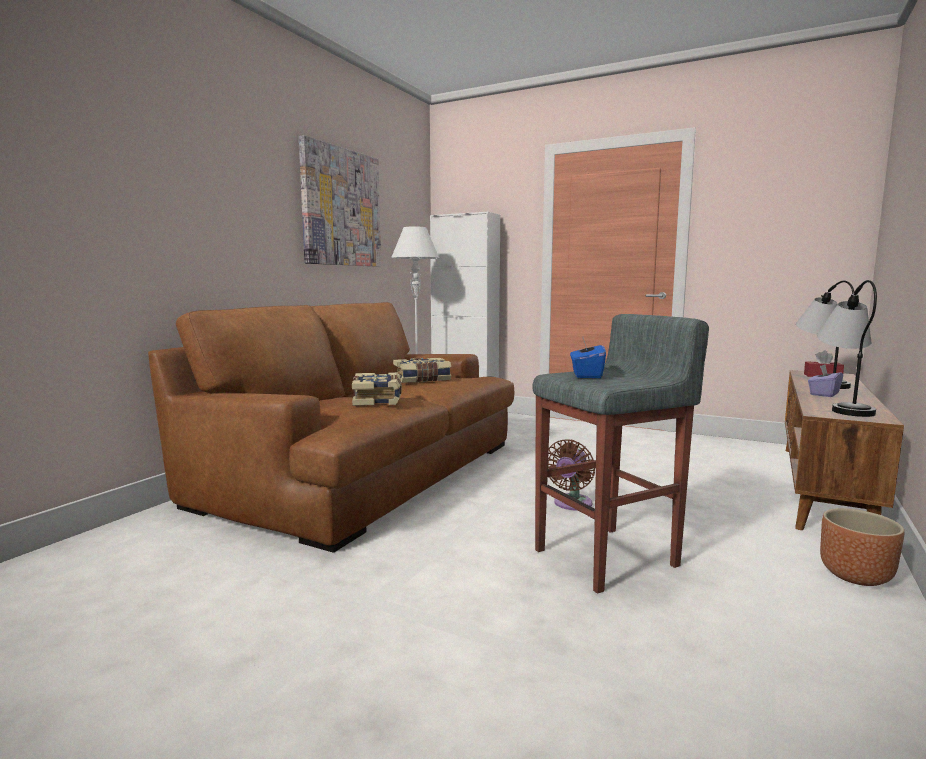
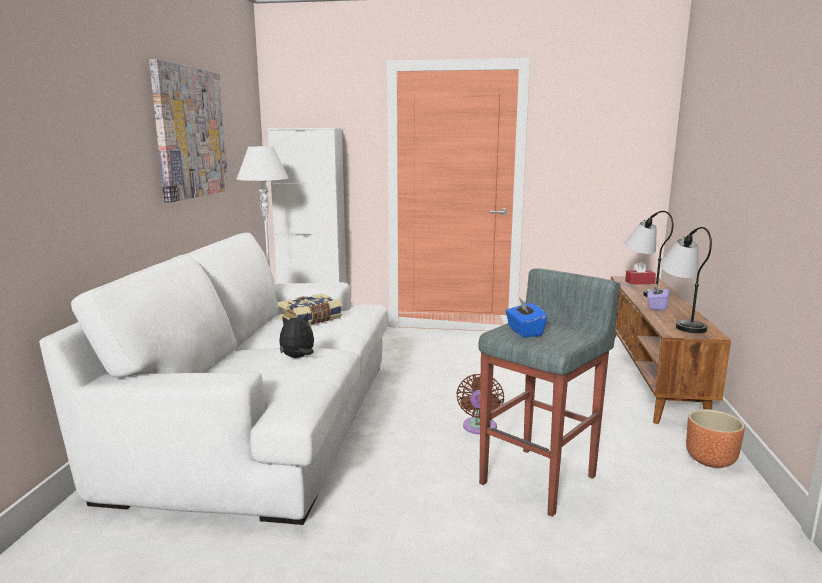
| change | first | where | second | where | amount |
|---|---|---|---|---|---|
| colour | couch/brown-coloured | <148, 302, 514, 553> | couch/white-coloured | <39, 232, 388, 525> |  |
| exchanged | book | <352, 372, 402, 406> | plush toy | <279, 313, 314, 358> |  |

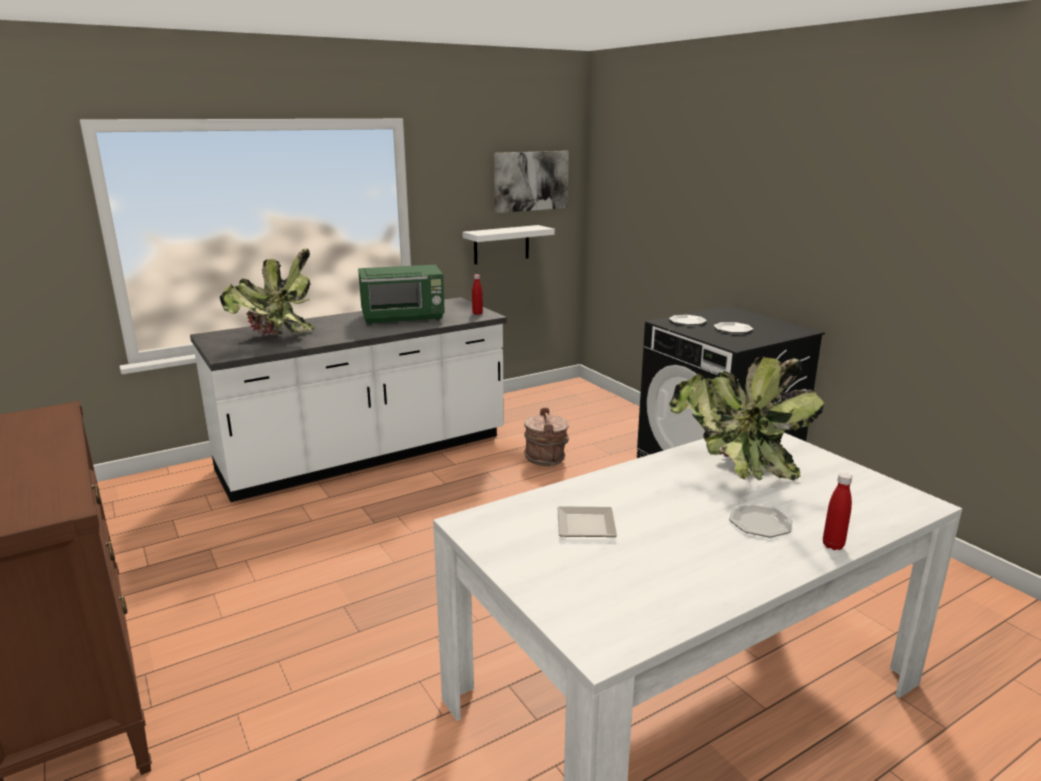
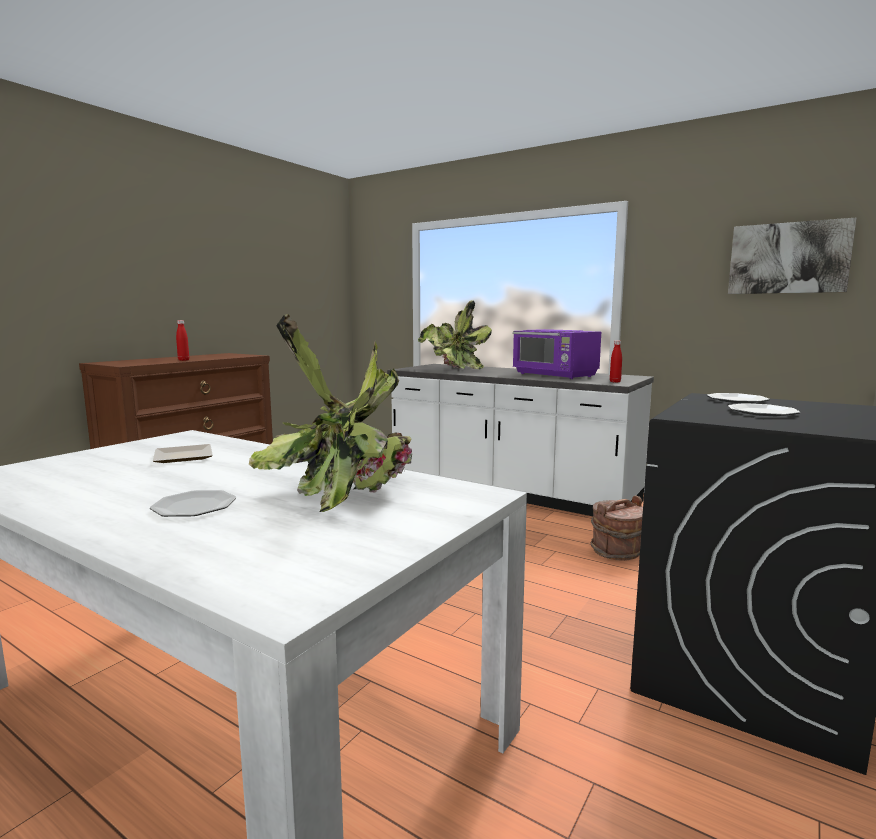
| change | first | where | second | where | amount |
|---|---|---|---|---|---|
| relocated | drink bottle/red | <823, 473, 852, 550> |  | <176, 320, 189, 361> |  |
| colour | kitchen microwave/green | <358, 265, 445, 324> | kitchen microwave/purple-coloured | <513, 329, 601, 379> |  |
| missing | bracket shelf/white-coloured | <463, 225, 555, 264> |  |  |  |

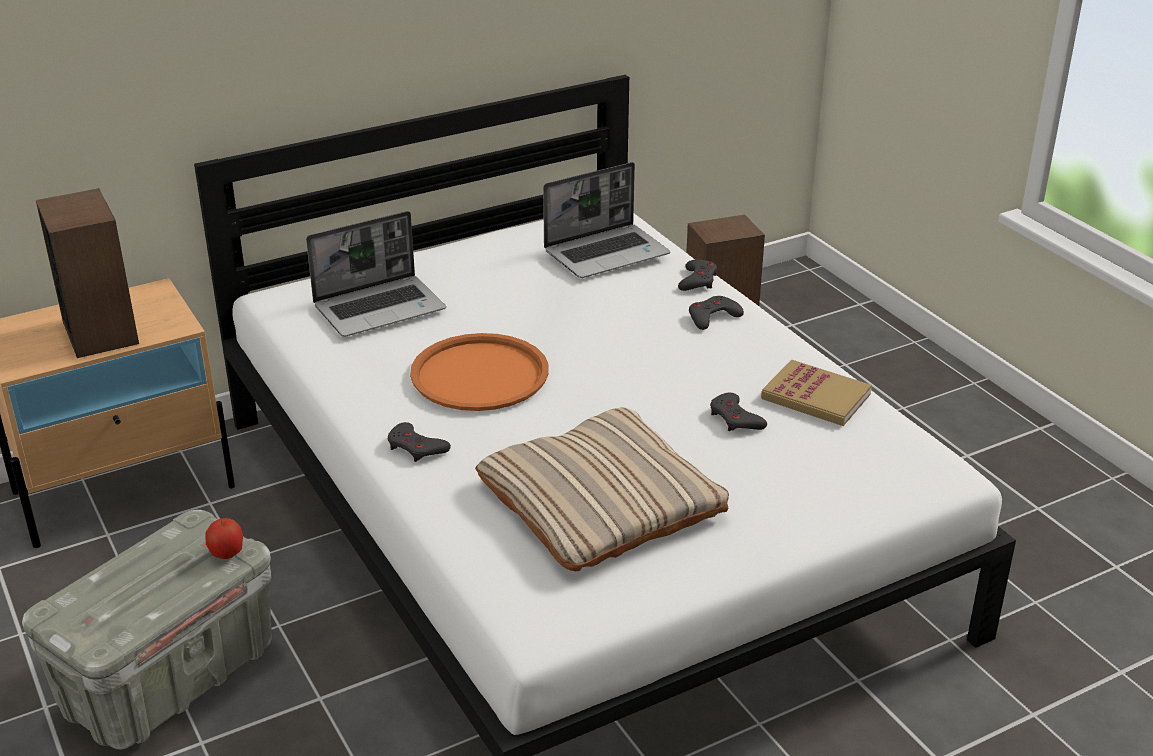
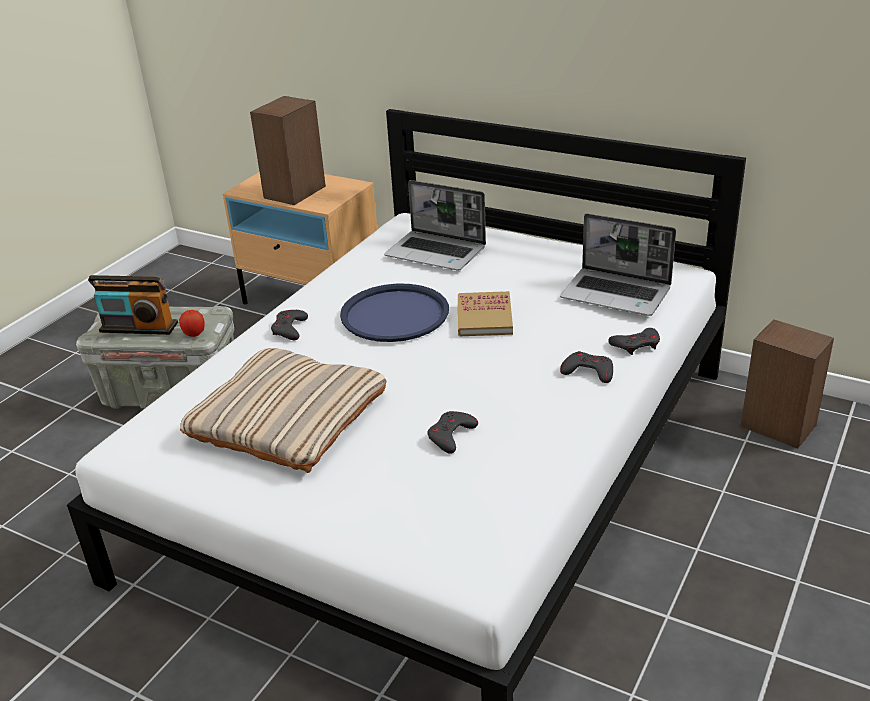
| change | first | where | second | where | amount |
|---|---|---|---|---|---|
| appeared |  |  | radio receiver | <88, 275, 178, 335> |  |
| colour | tray/orangey | <410, 333, 549, 411> | tray/blue-coloured | <340, 283, 449, 342> |  |
| relocated | book | <761, 360, 872, 426> |  | <458, 291, 513, 336> |  |

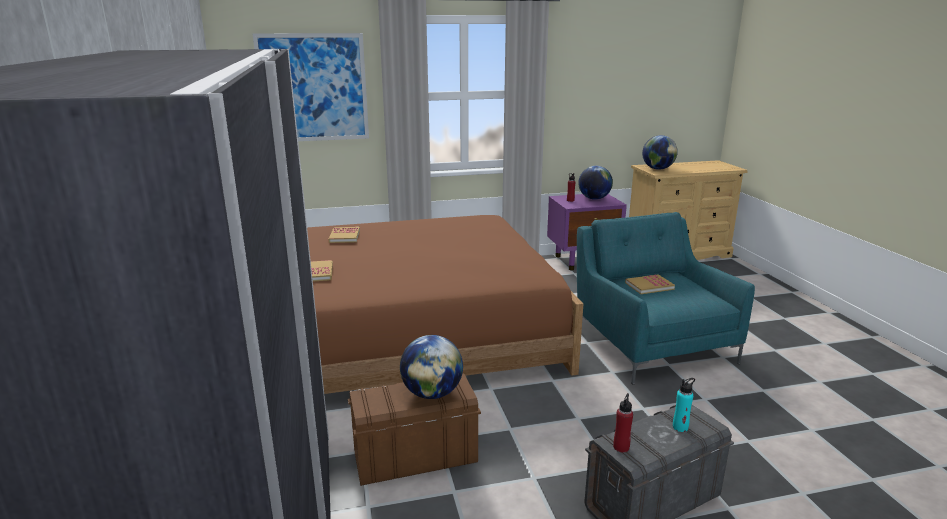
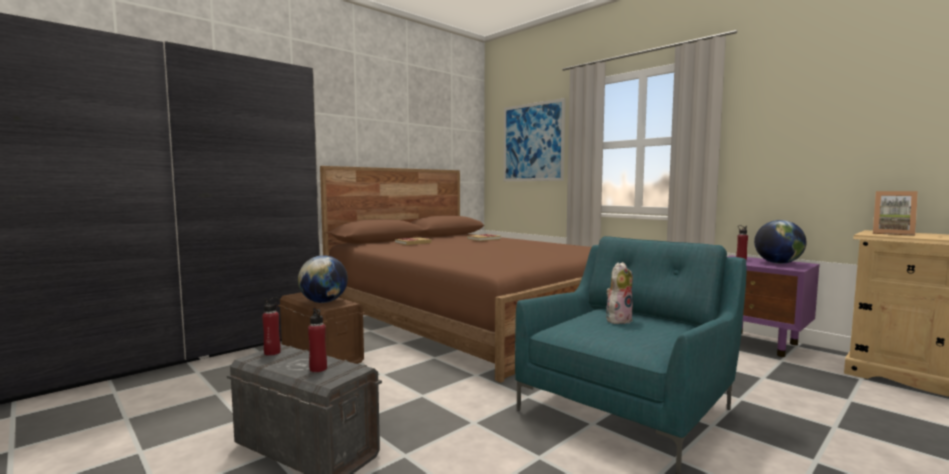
| change | first | where | second | where | amount |
|---|---|---|---|---|---|
| colour | drink bottle/blue-green | <673, 378, 695, 432> | drink bottle/red | <308, 308, 327, 372> |  |
| exchanged | book | <625, 274, 675, 294> | plush toy | <606, 262, 633, 324> |  |
| exchanged | globe | <642, 135, 678, 170> | standing frame | <873, 191, 918, 236> |  |

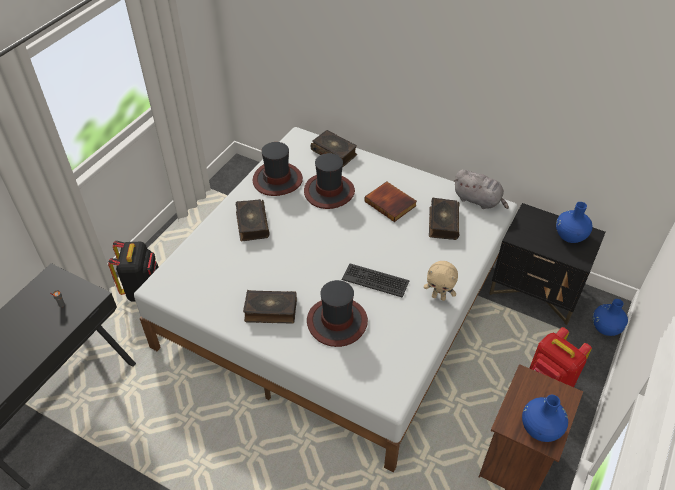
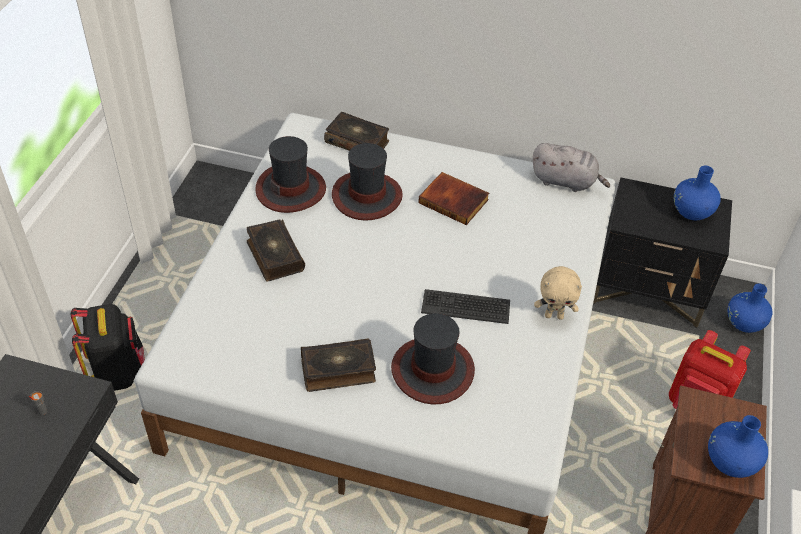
| change | first | where | second | where | amount |
|---|---|---|---|---|---|
| missing | book | <429, 198, 459, 240> |  |  |  |

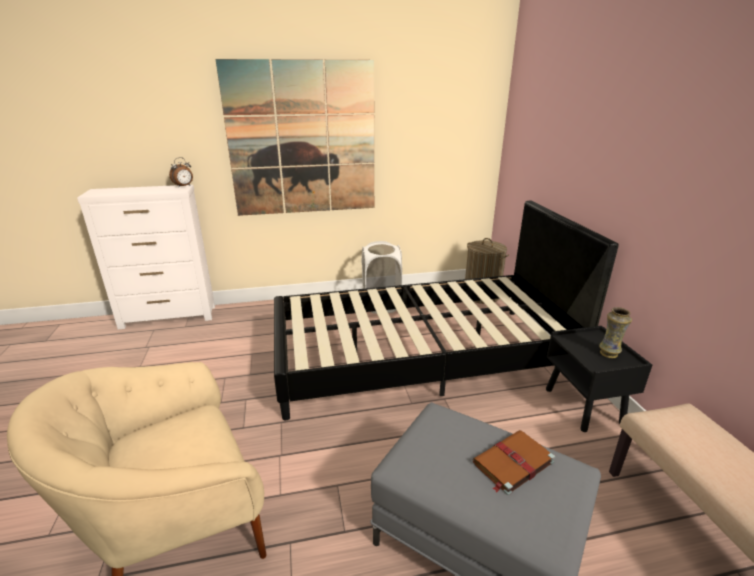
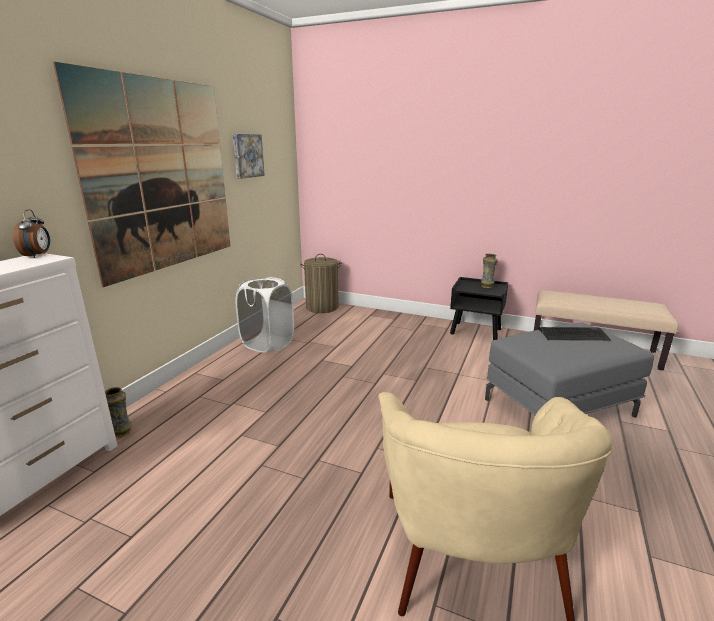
| change | first | where | second | where | amount |
|---|---|---|---|---|---|
| appeared |  |  | flower vase | <105, 387, 132, 437> |  |
| appeared |  |  | wall picture | <233, 134, 265, 179> |  |
| exchanged | book/brown-coloured | <473, 430, 555, 495> | computer keyboard | <537, 327, 611, 341> |  |
| missing | sleeping bed/blackish | <274, 201, 619, 420> |  |  |  |

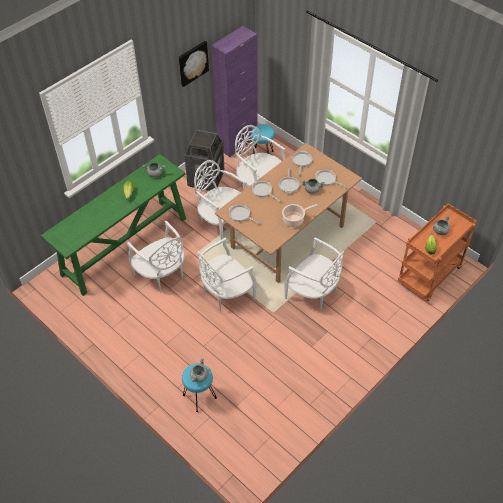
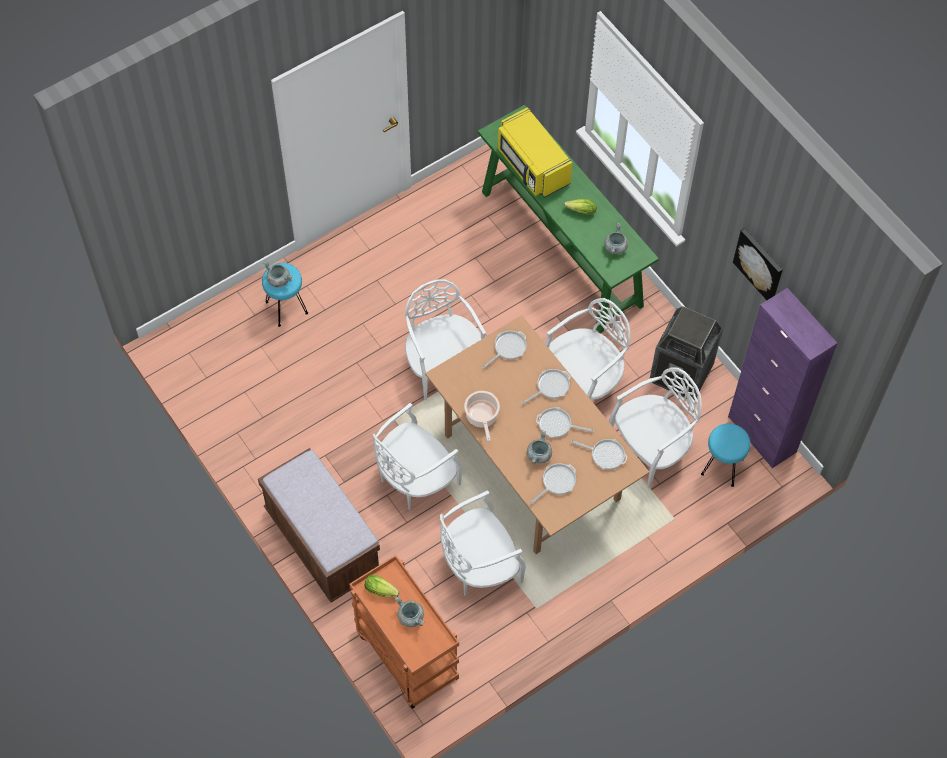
| change | first | where | second | where | amount |
|---|---|---|---|---|---|
| appeared |  |  | bench/brown-coloured | <258, 448, 380, 602> |  |
| relocated | upright chair/white-coloured | <127, 221, 185, 293> |  | <440, 490, 526, 596> |  |
| appeared |  |  | kitchen microwave/yellow-coloured | <498, 107, 572, 198> |  |

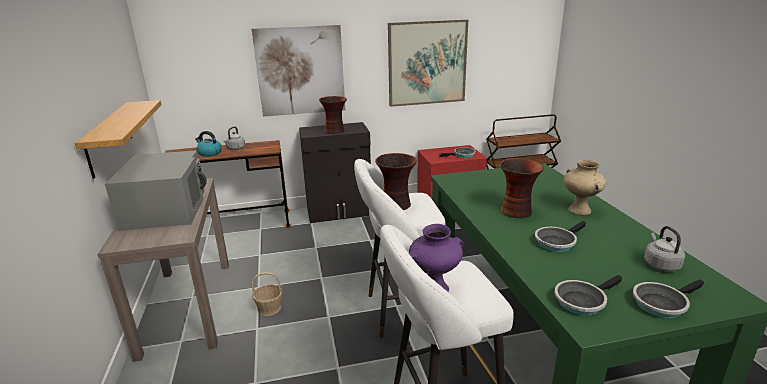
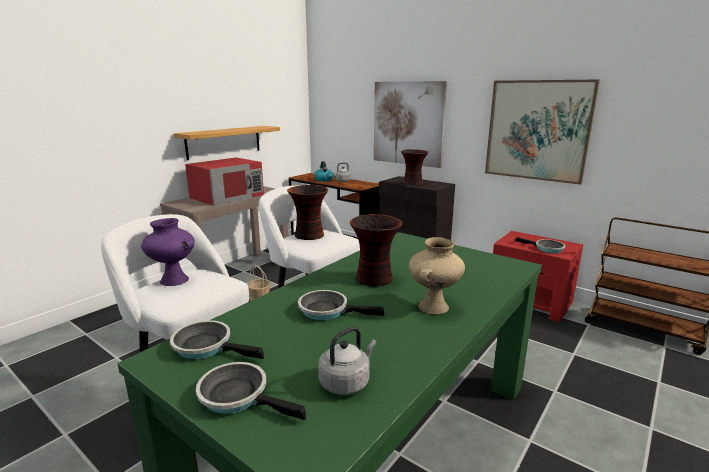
| change | first | where | second | where | amount |
|---|---|---|---|---|---|
| colour | kitchen microwave/grey | <105, 150, 207, 231> | kitchen microwave/red | <185, 158, 264, 206> |  |

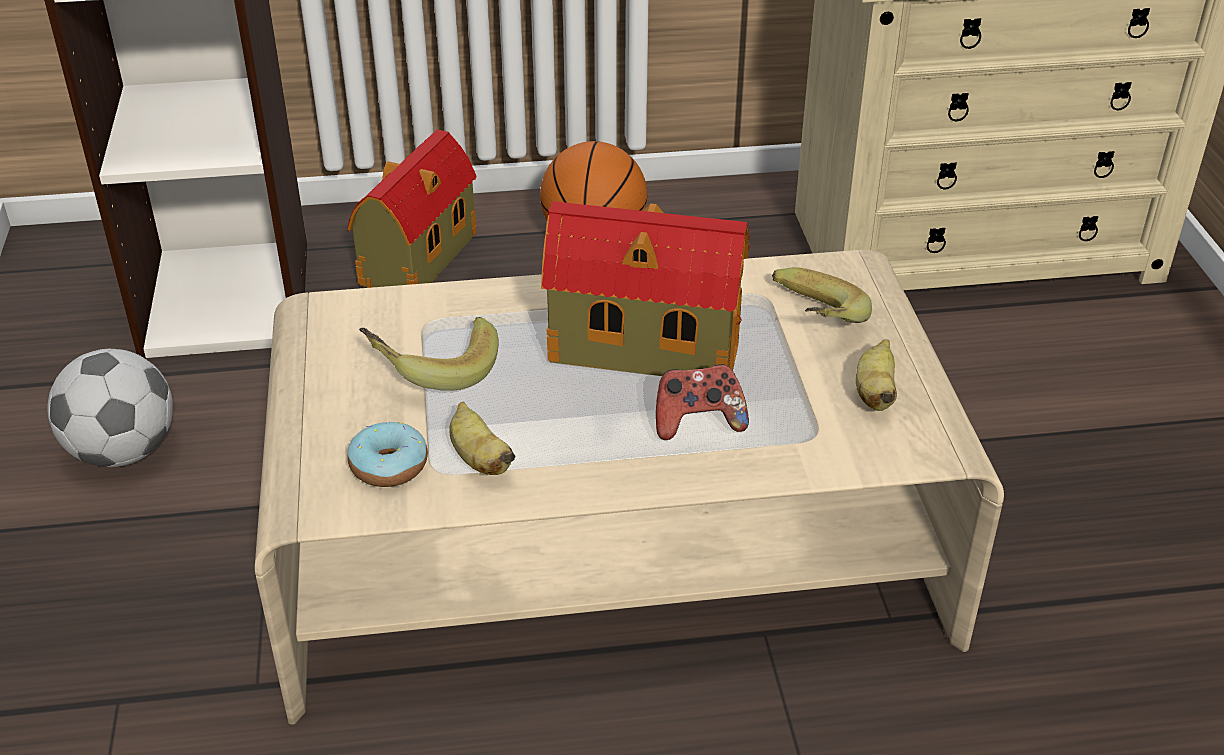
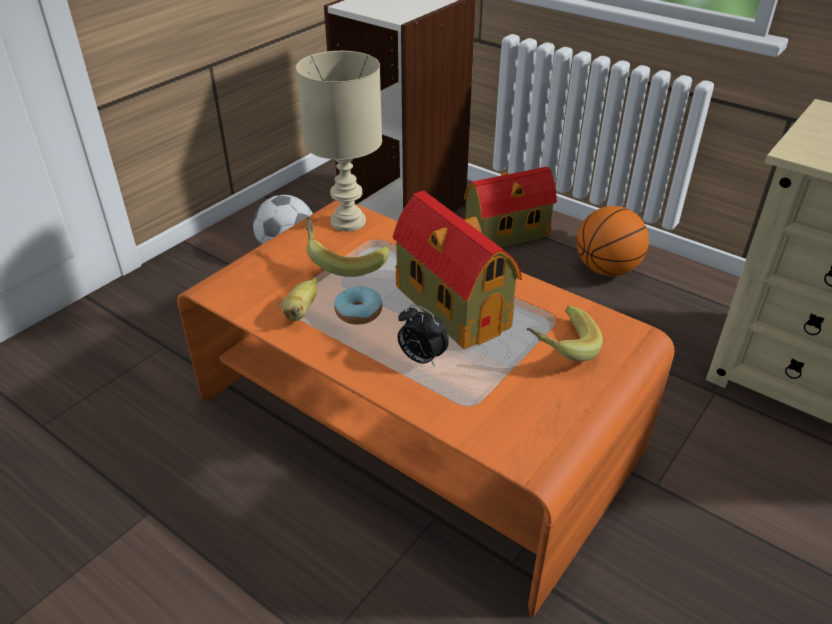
| change | first | where | second | where | amount |
|---|---|---|---|---|---|
| colour | low table/sand-coloured | <255, 250, 1004, 725> | low table/orangey | <177, 200, 674, 617> |  |
| appeared |  |  | table lamp/sand-coloured | <296, 51, 382, 231> |  |
| relocated | donut | <348, 421, 428, 487> |  | <334, 285, 382, 325> |  |
| exchanged | gamepad | <656, 364, 749, 440> | table clock | <398, 305, 449, 367> |  |
| missing | whole banana | <856, 339, 897, 411> |  |  |  |

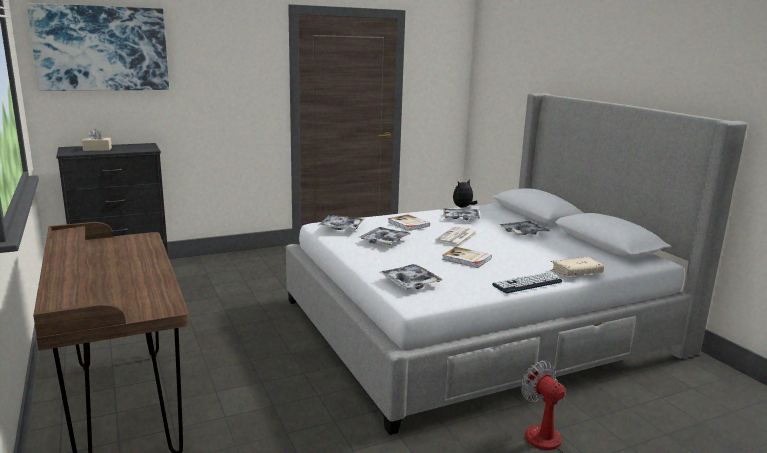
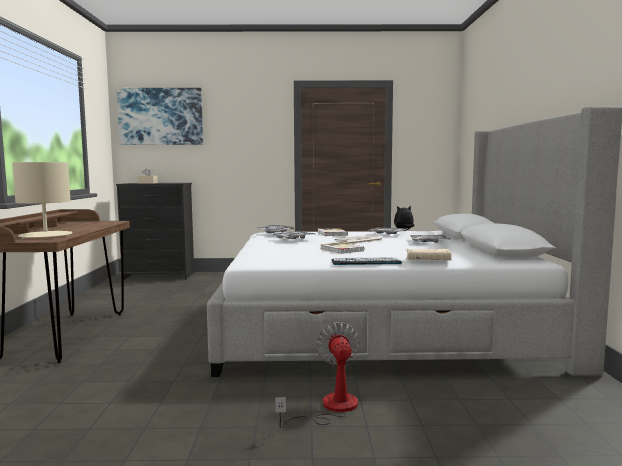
| change | first | where | second | where | amount |
|---|---|---|---|---|---|
| appeared |  |  | table lamp/sand-coloured | <12, 162, 73, 239> |  |
| missing | tray | <380, 264, 443, 289> |  |  |  |

